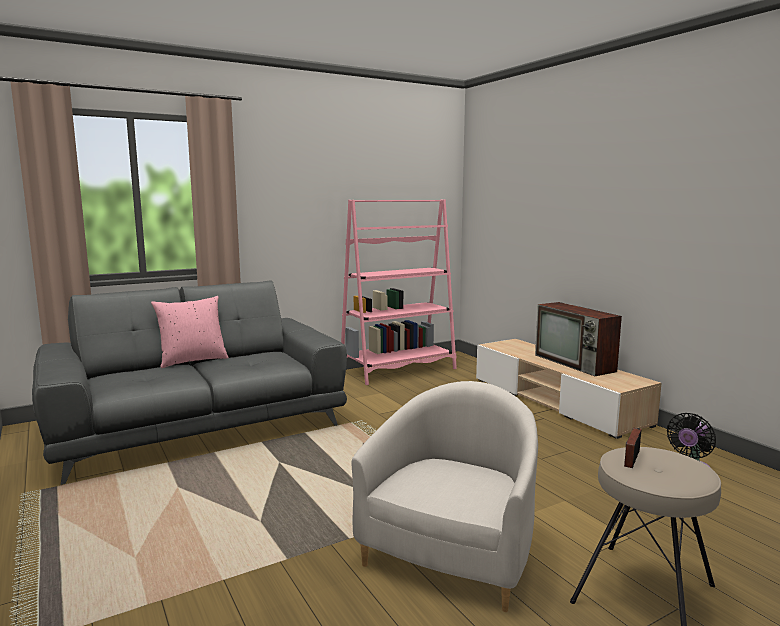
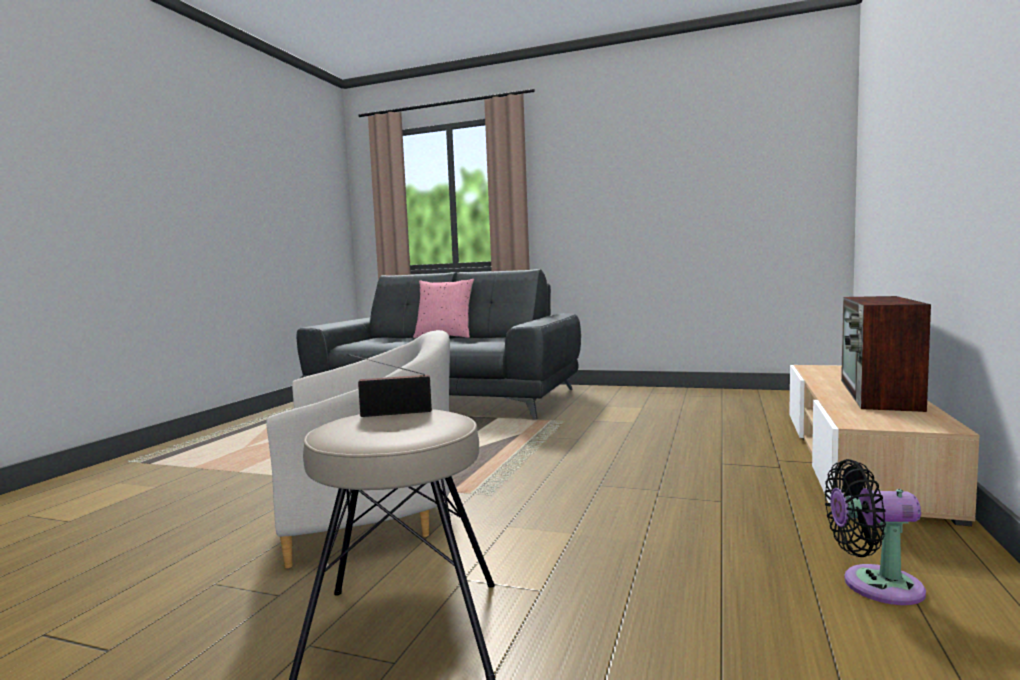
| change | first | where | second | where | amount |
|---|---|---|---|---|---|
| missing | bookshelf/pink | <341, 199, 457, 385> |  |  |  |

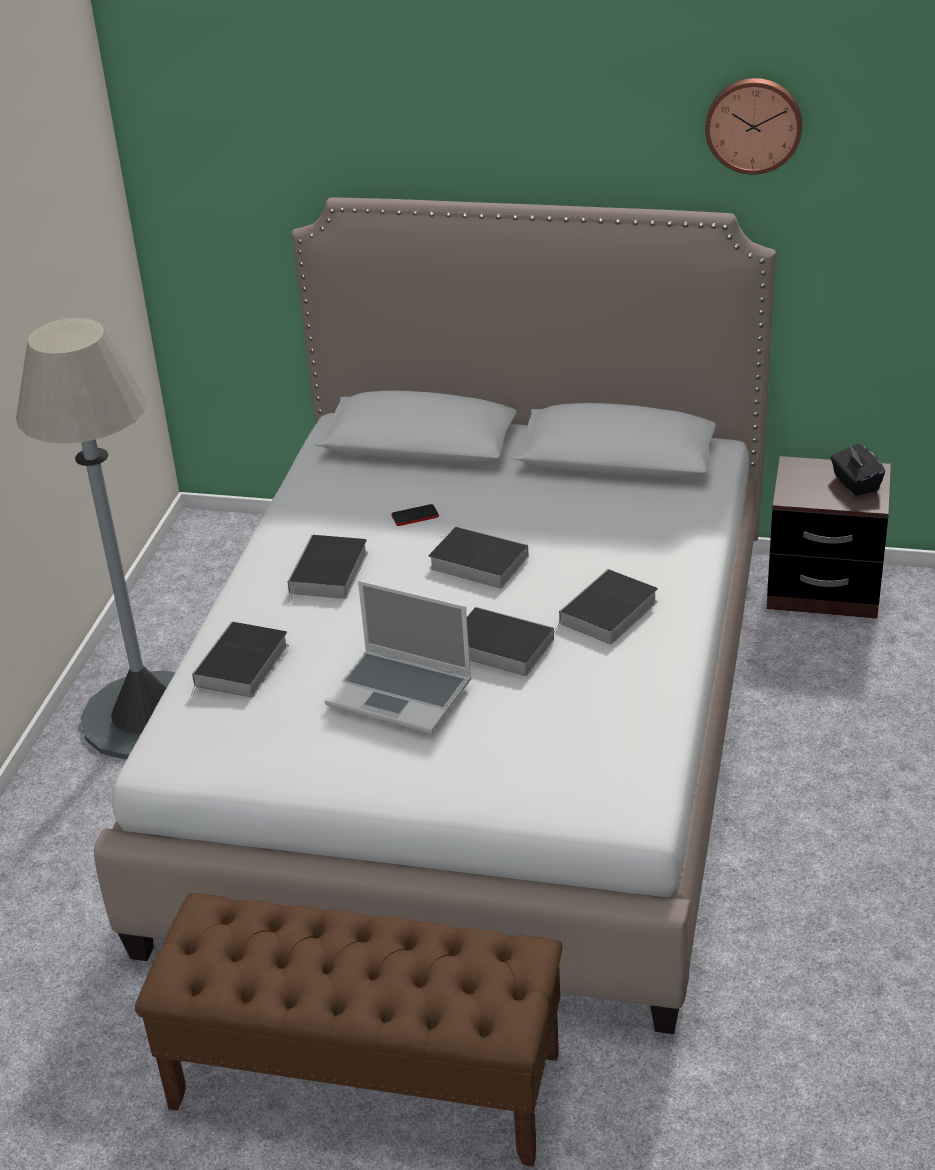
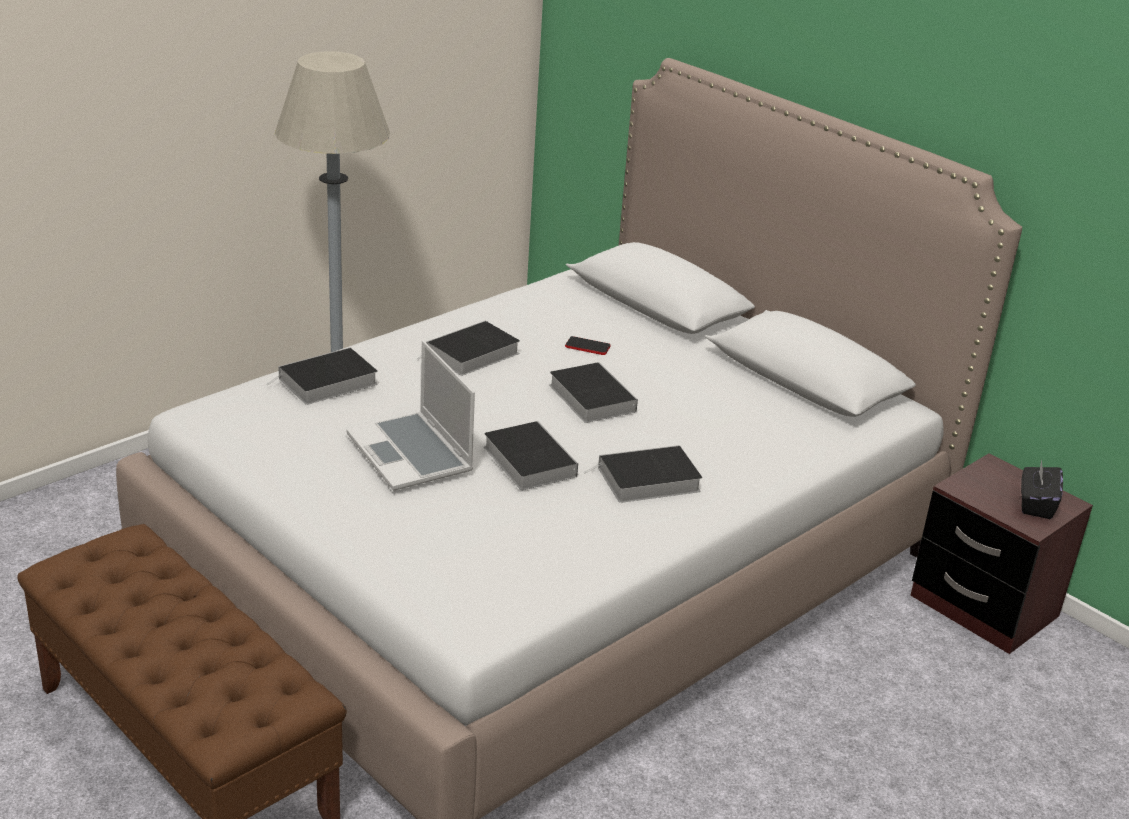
| change | first | where | second | where | amount |
|---|---|---|---|---|---|
| missing | hanging clock | <705, 78, 802, 175> |  |  |  |

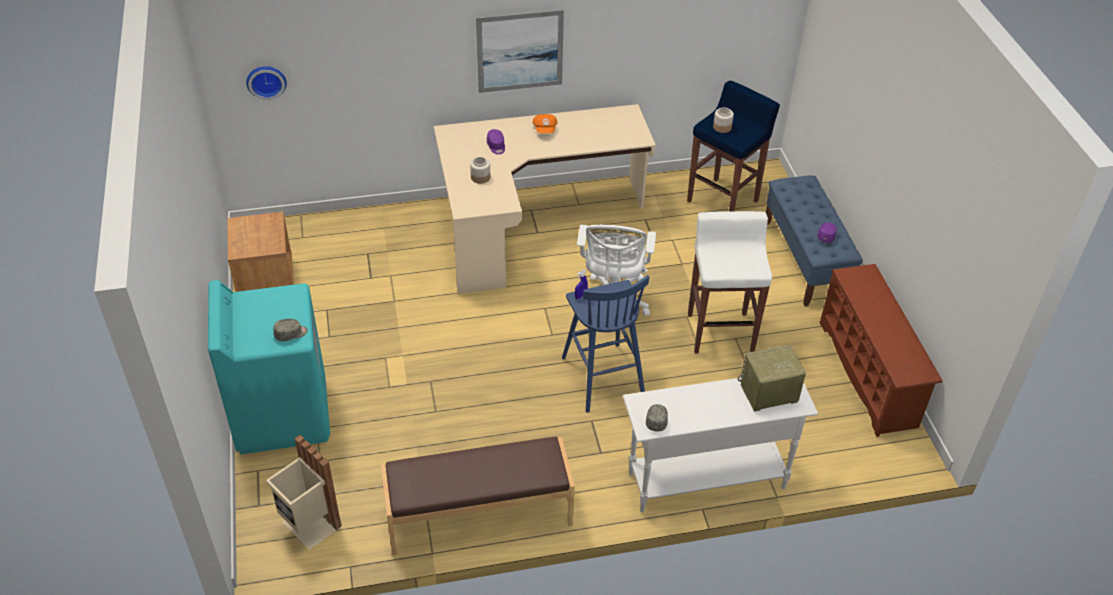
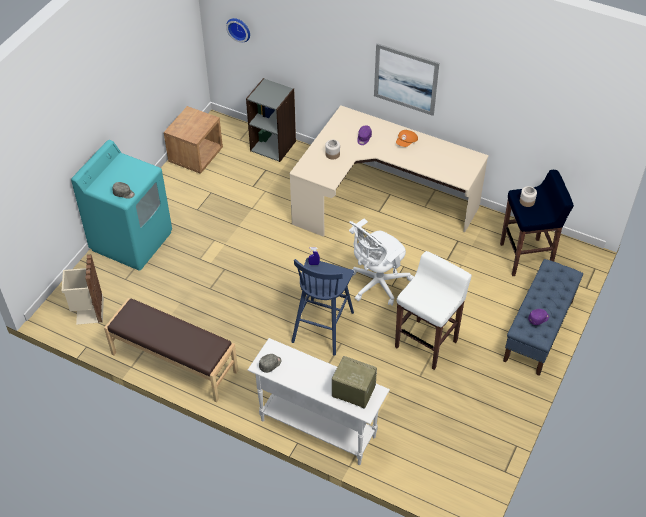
| change | first | where | second | where | amount |
|---|---|---|---|---|---|
| appeared |  |  | bookshelf/grey | <246, 78, 296, 162> |  |
| missing | shoe rack/brown-coloured | <820, 264, 942, 437> |  |  |  |

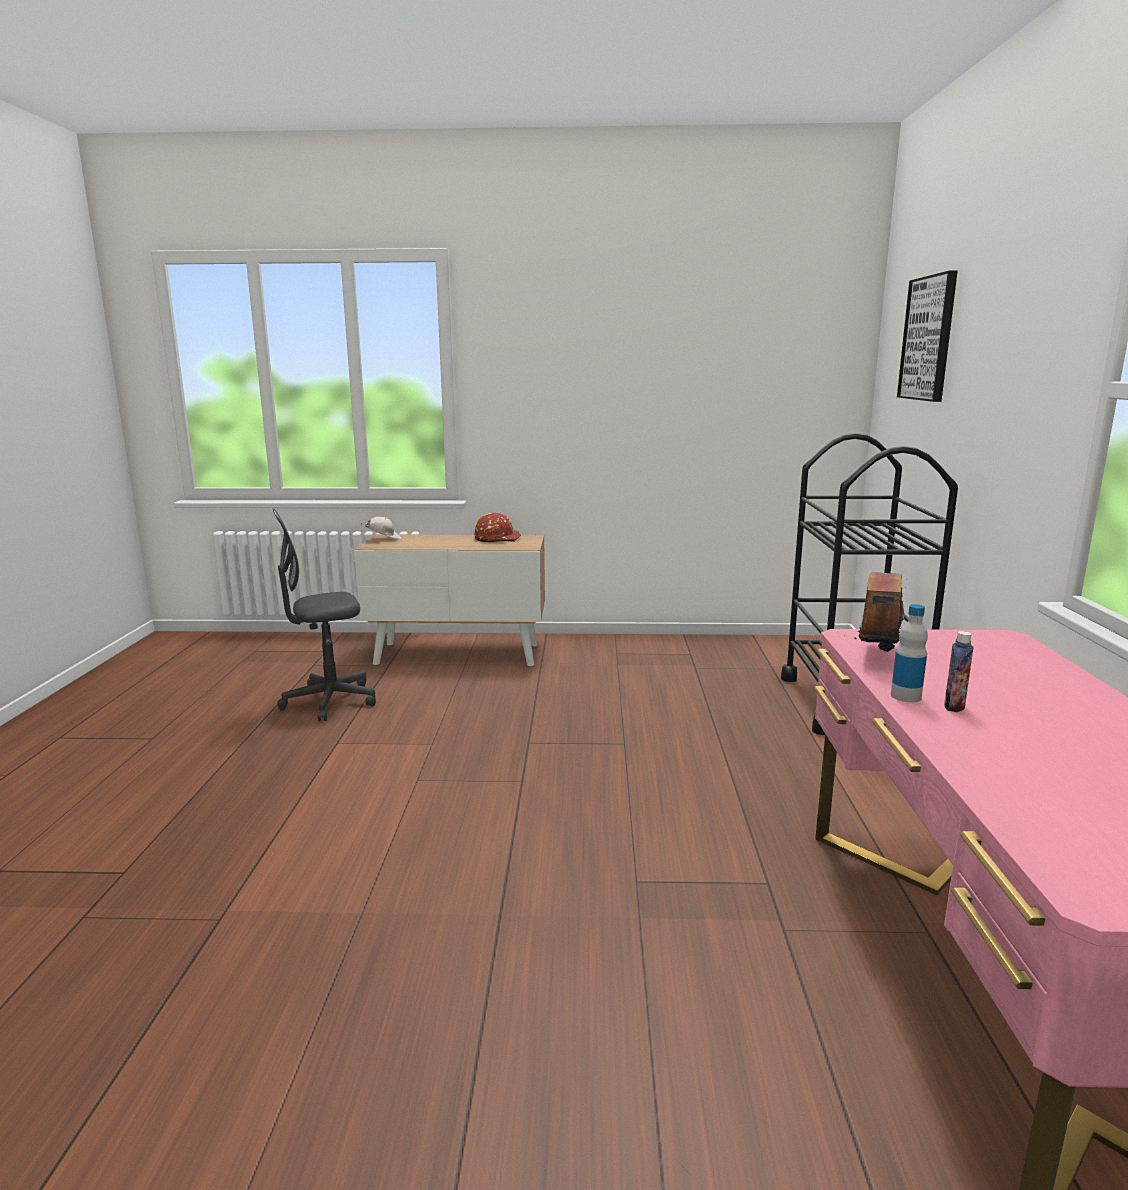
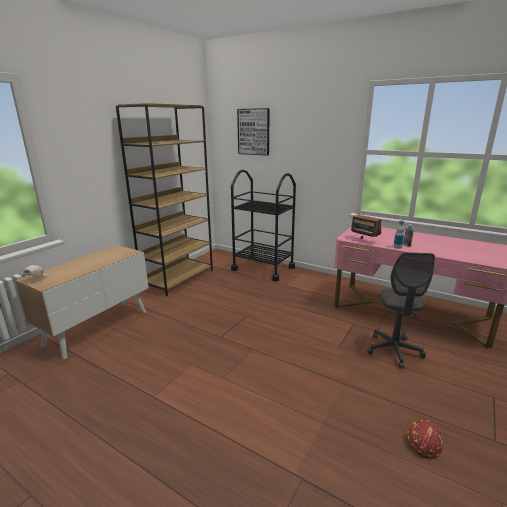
| change | first | where | second | where | amount |
|---|---|---|---|---|---|
| appeared |  |  | bookshelf/brown-coloured | <116, 103, 213, 296> |  |
| relocated | desk chair/grey | <272, 508, 376, 721> |  | <367, 252, 435, 369> |  |
| relocated | work helmet/red | <474, 513, 521, 542> |  | <407, 419, 443, 459> |  |

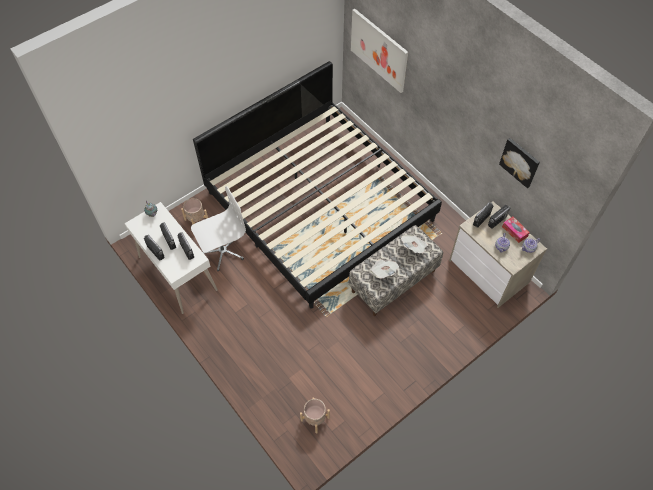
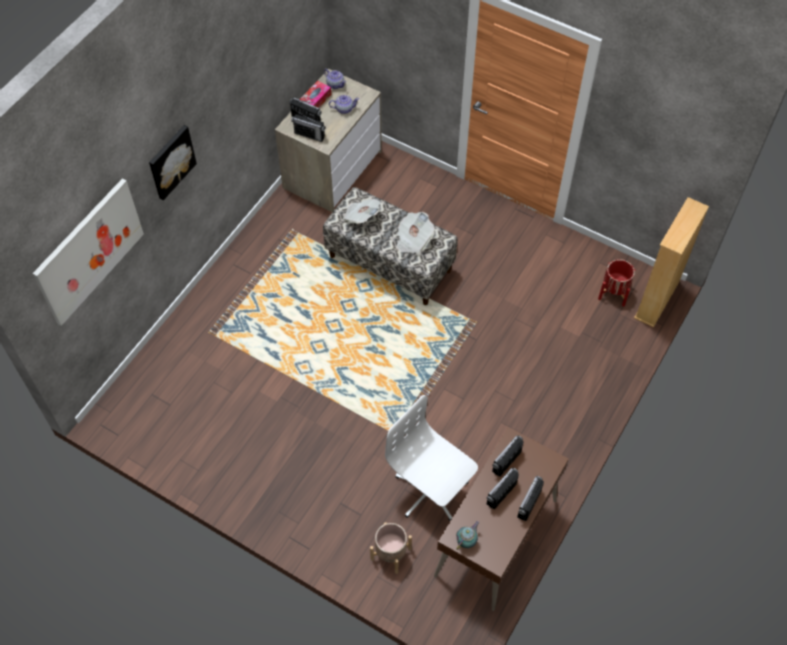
| change | first | where | second | where | amount |
|---|---|---|---|---|---|
| relocated | wall picture | <499, 138, 540, 188> |  | <149, 125, 197, 200> |  |
| colour | desk table/white-coloured | <124, 202, 218, 314> | desk table/brown-coloured | <434, 427, 569, 611> |  |
| colour | planter/sand-coloured | <300, 397, 330, 434> | planter/red | <598, 259, 635, 307> |  |
| appeared |  |  | bookshelf/sand-coloured | <634, 197, 709, 328> |  |
| missing | sleeping bed | <193, 61, 442, 308> |  |  |  |

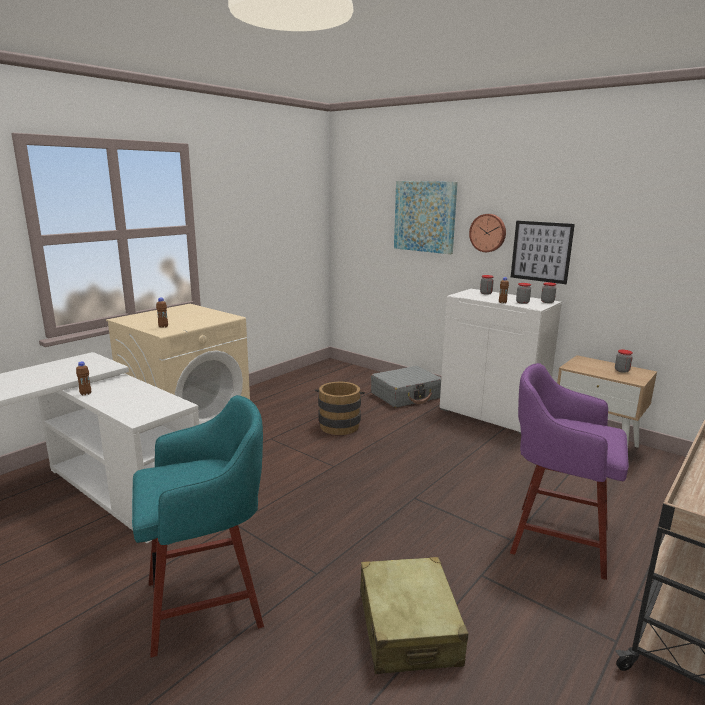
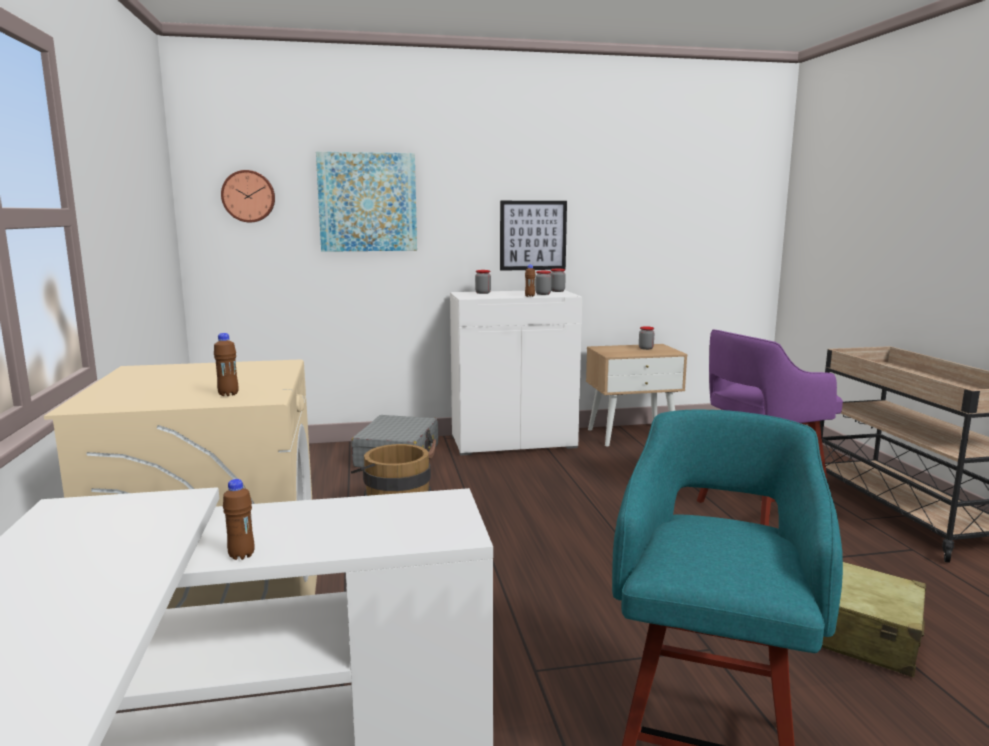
| change | first | where | second | where | amount |
|---|---|---|---|---|---|
| relocated | hanging clock | <469, 214, 506, 252> |  | <221, 170, 275, 222> |  |

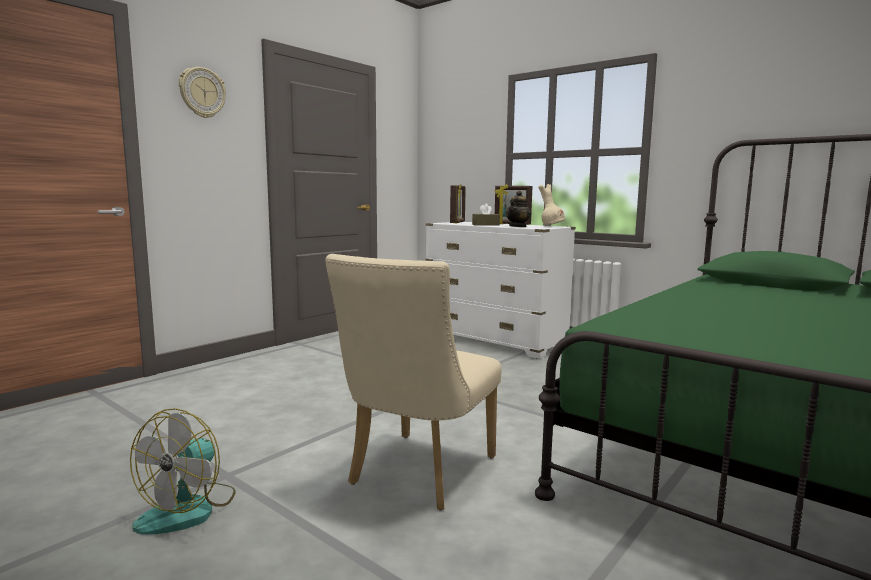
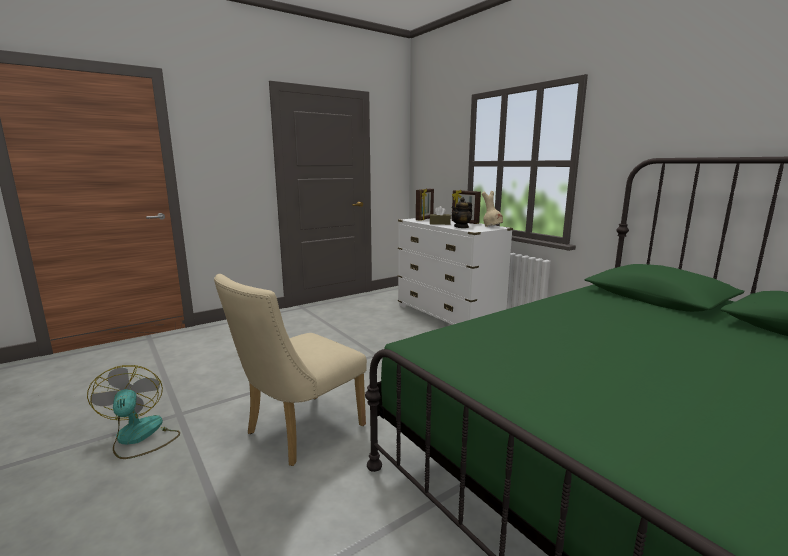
| change | first | where | second | where | amount |
|---|---|---|---|---|---|
| spun | cooling fan | <130, 408, 235, 535> |  | <87, 365, 180, 459> | 120 degrees clockwise |
| missing | hanging clock | <179, 67, 226, 118> |  |  |  |

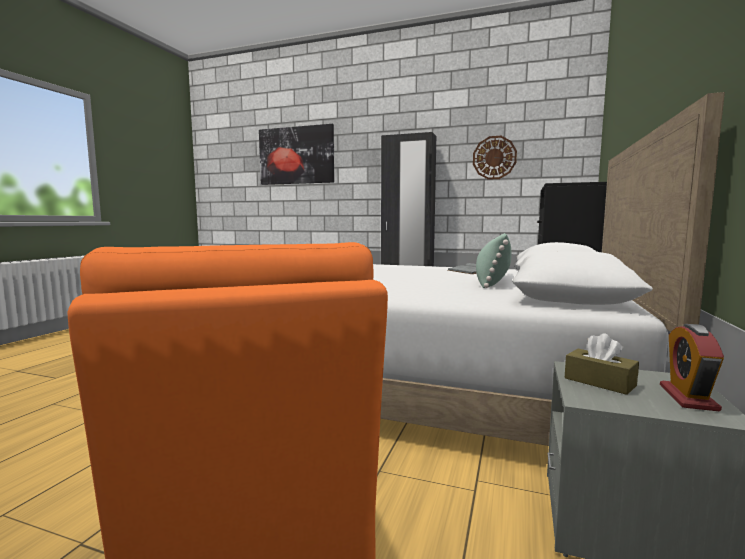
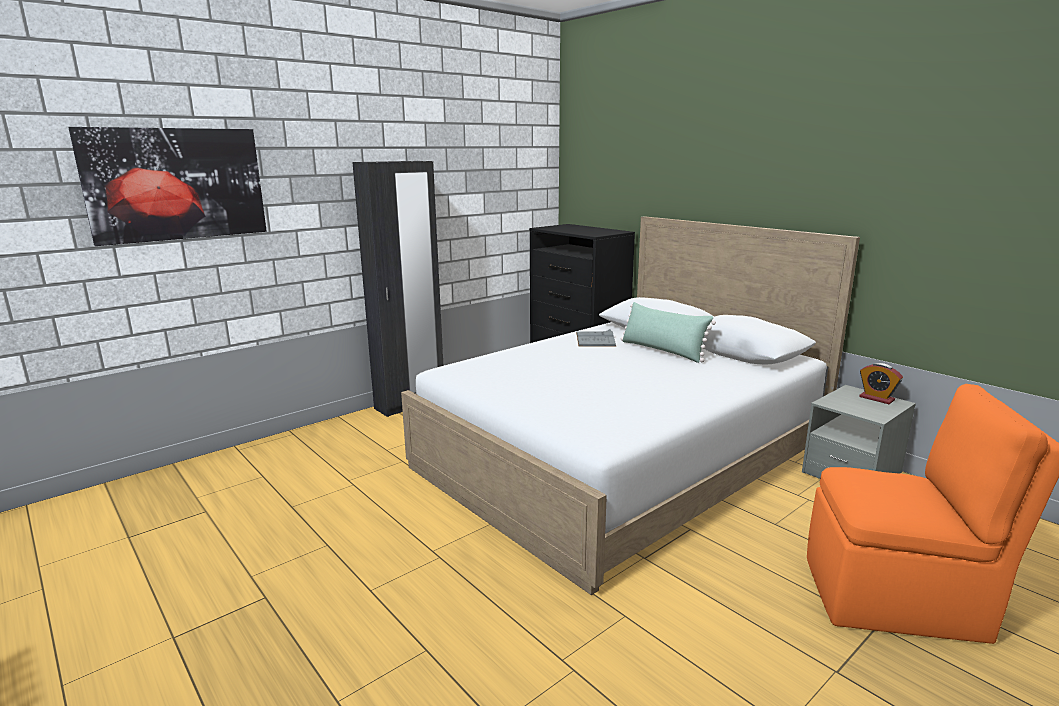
| change | first | where | second | where | amount |
|---|---|---|---|---|---|
| missing | hanging clock | <473, 136, 517, 180> |  |  |  |
| missing | tissue holder/brown-coloured | <565, 333, 639, 395> |  |  |  |

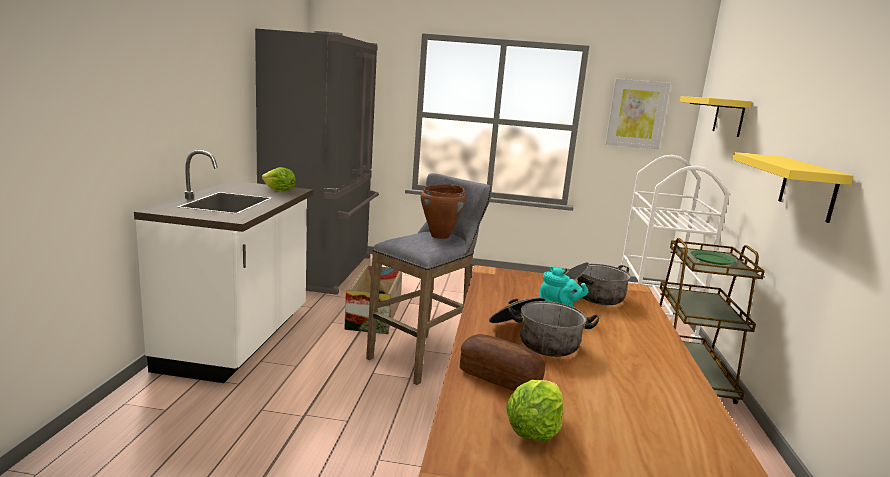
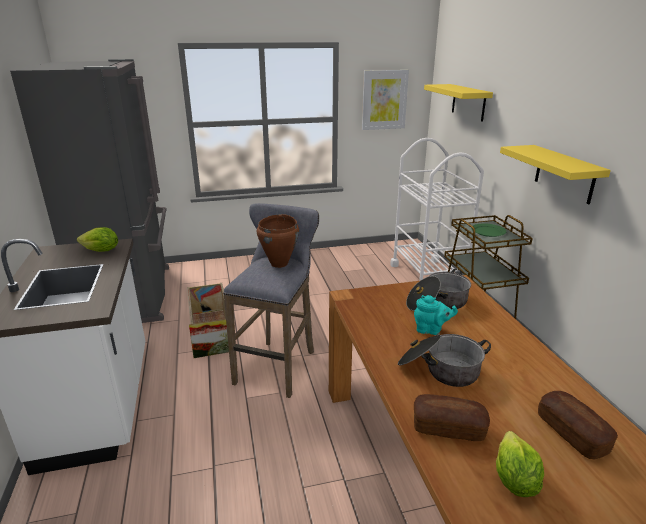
| change | first | where | second | where | amount |
|---|---|---|---|---|---|
| appeared |  |  | baked bread | <538, 391, 618, 460> |  |

